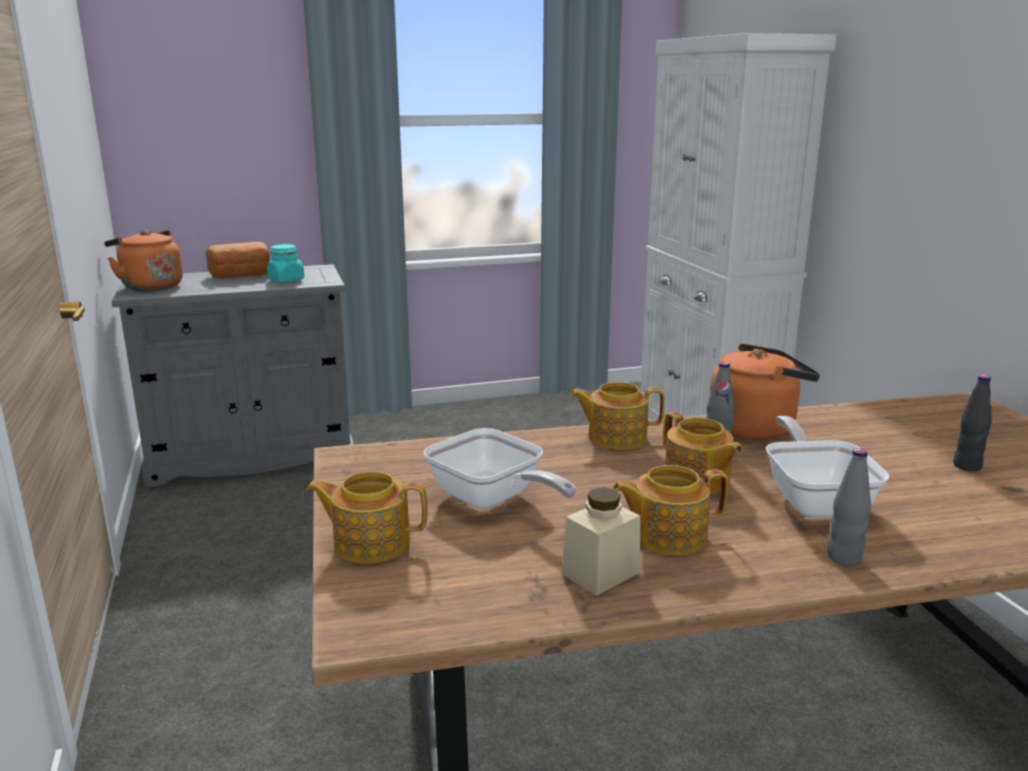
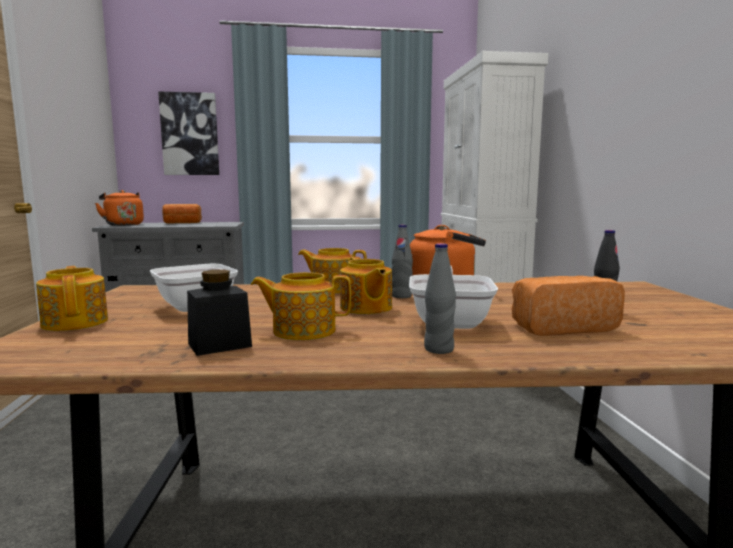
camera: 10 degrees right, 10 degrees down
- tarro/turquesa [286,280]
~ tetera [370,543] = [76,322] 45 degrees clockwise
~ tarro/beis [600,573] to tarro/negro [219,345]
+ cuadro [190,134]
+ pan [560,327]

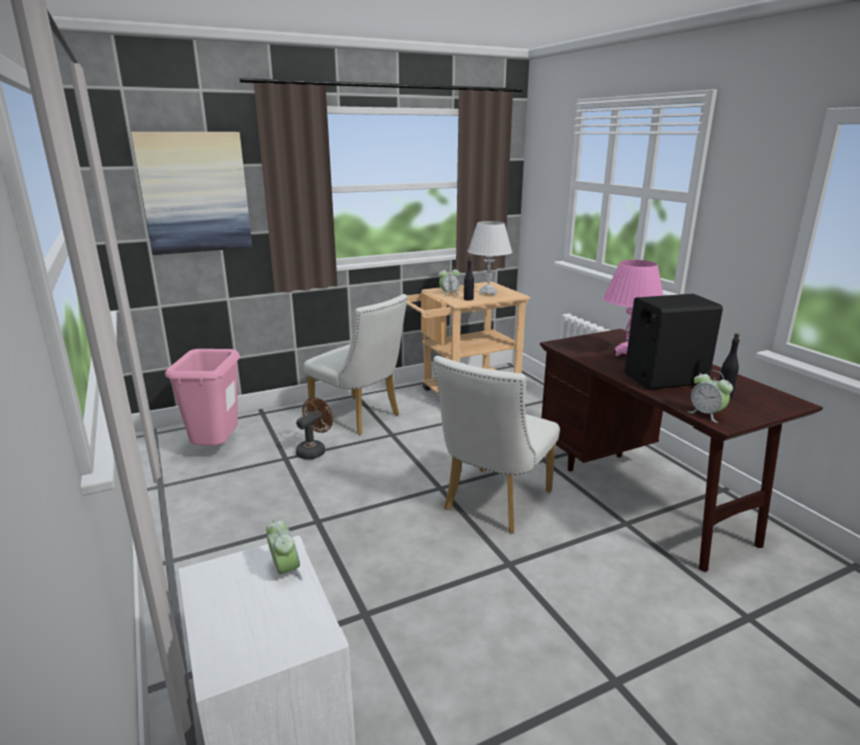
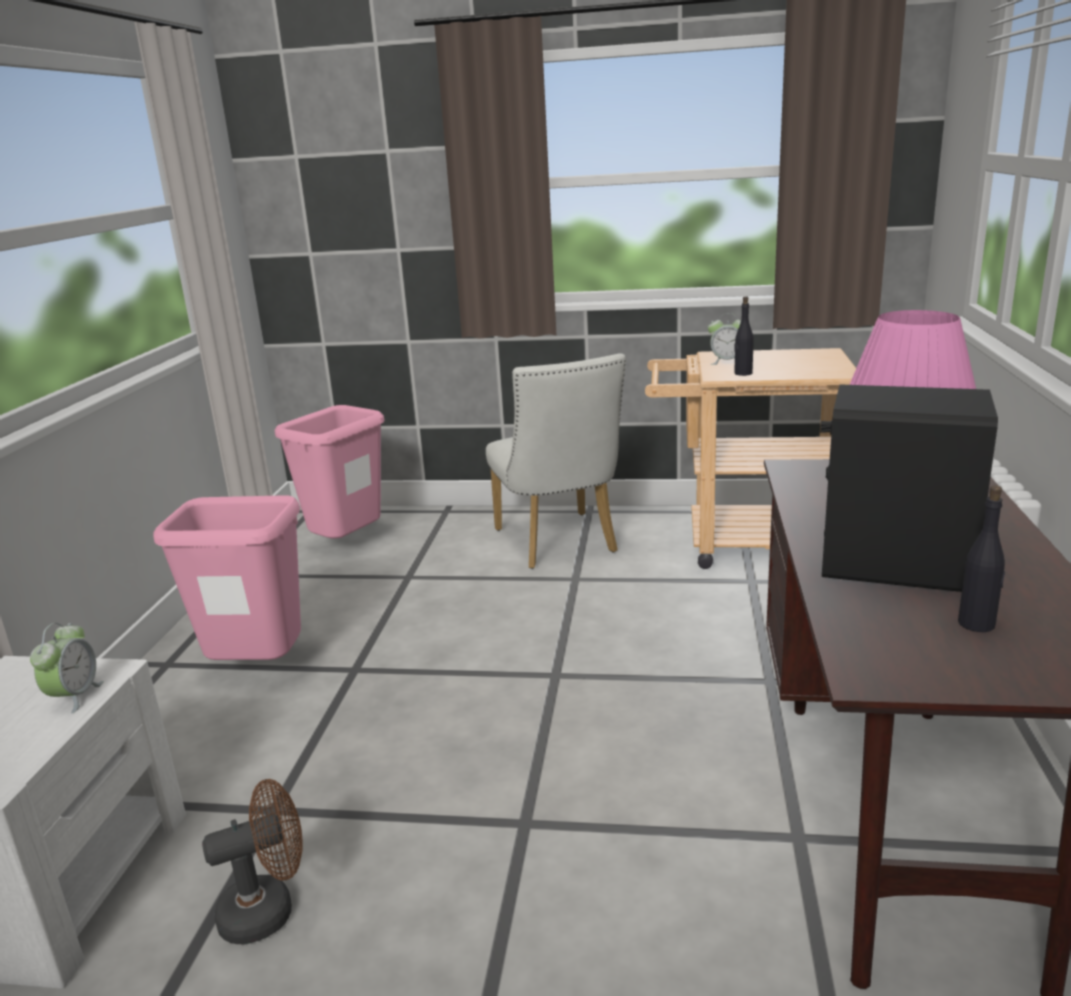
camera: 35 degrees right, 0 degrees up
- cuadro [195,193]
~ ventilador/marrón [314,450] to [268,910]
- silla/blanco [493,504]
- lámpara de mesa/blanco [488,293]
- despertador [706,414]
+ papelera/rosa [260,672]

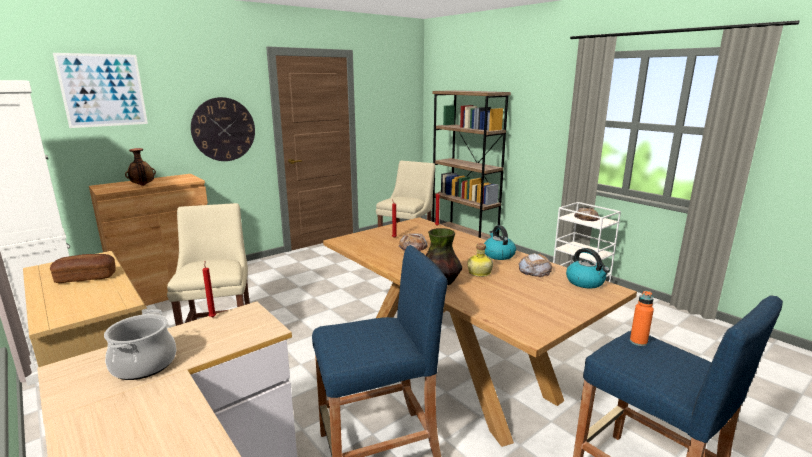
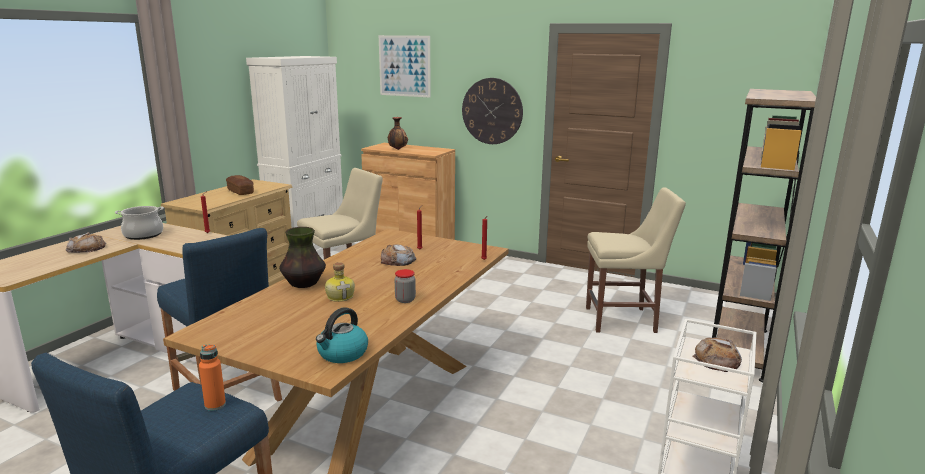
camera: 65 degrees right, 0 degrees up
~ hervidor [498,255] to tarro [405,300]
~ pan [534,270] to [86,248]

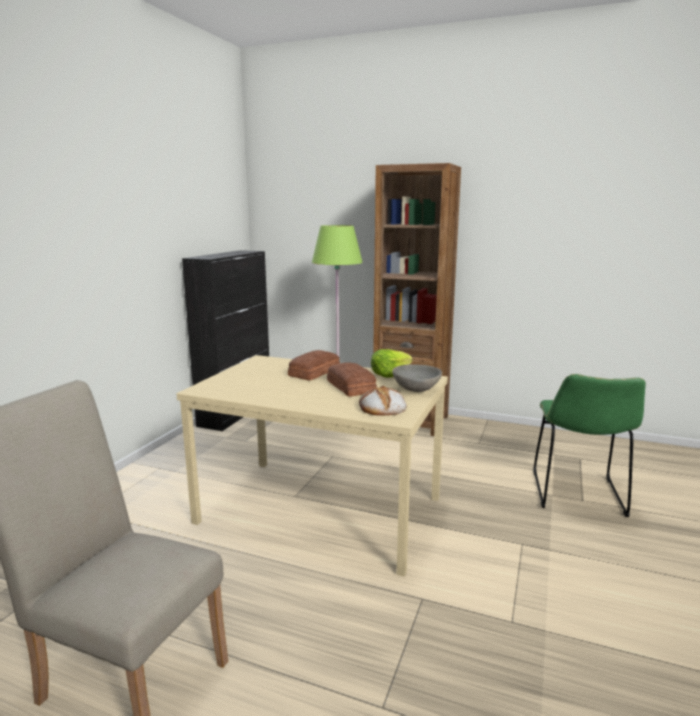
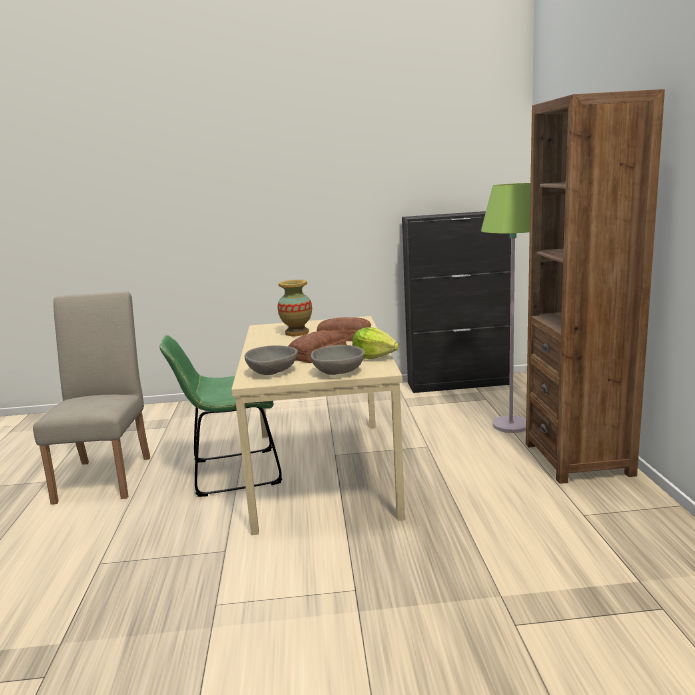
camera: 65 degrees right, 0 degrees up
~ pan [382,408] to cuenco/gris [272,372]
~ silla/verde [578,496] to [230,473]
+ florero [297,333]

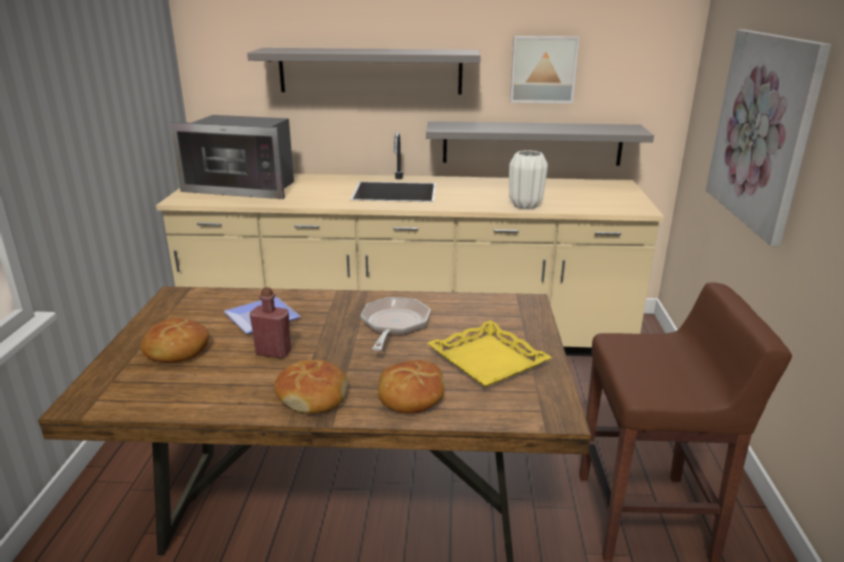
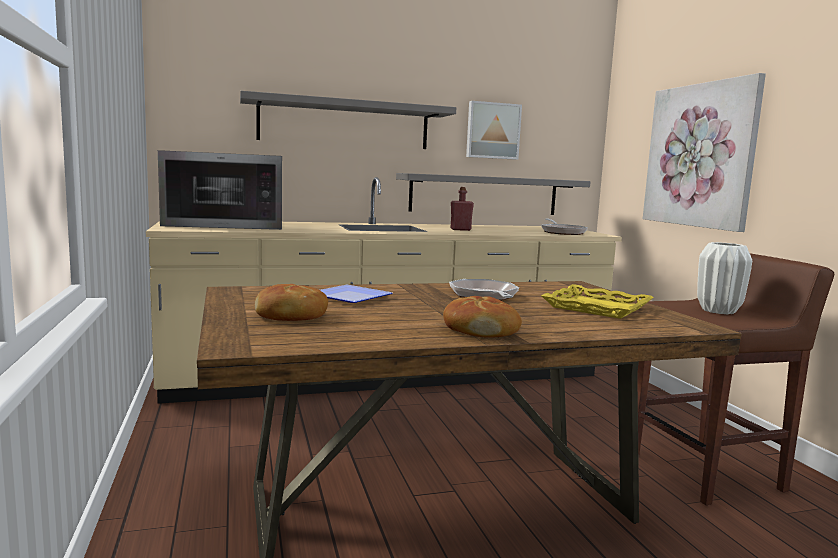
camera: 20 degrees left, 15 degrees down
~ botella/rojo [273,352] to [460,229]
- pan [411,396]
~ florero/blanco [525,206] to [717,311]
+ sartén [562,232]

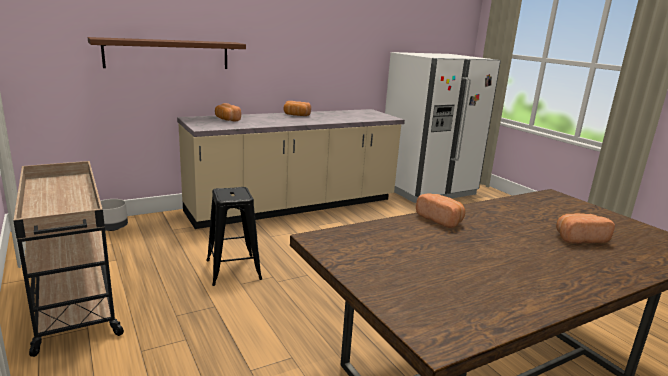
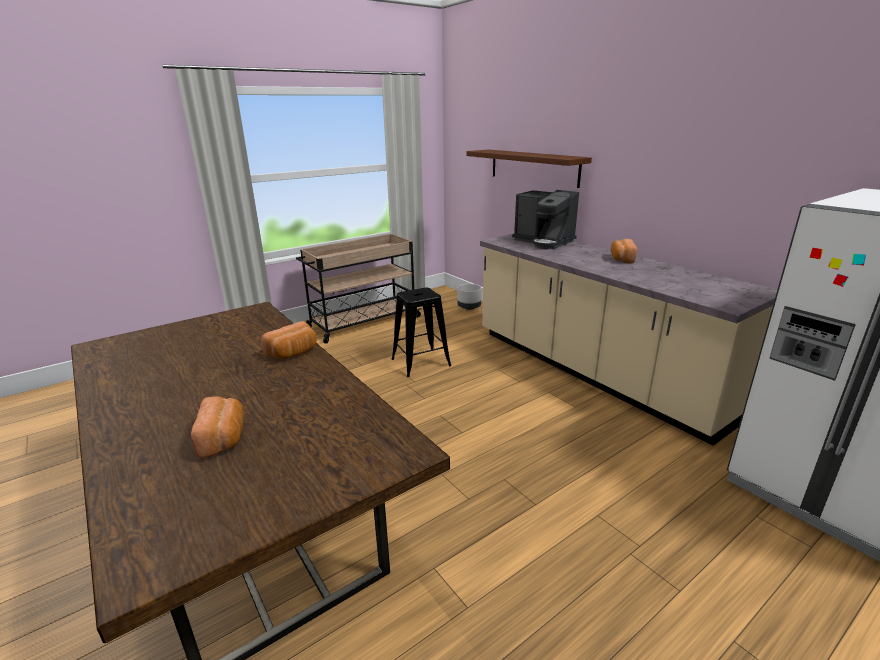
camera: 85 degrees right, 5 degrees up
~ pan [226,119] to cafetera [544,242]

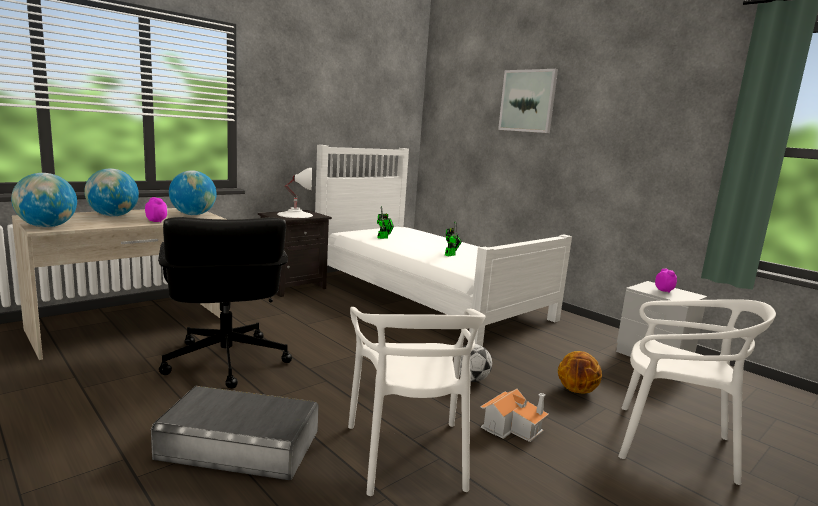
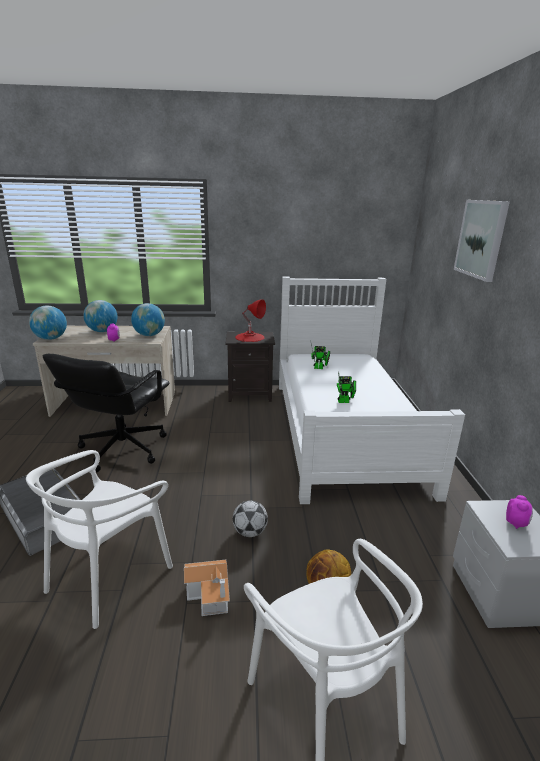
camera: 40 degrees right, 10 degrees up
~ lámpara de mesa/blanco [295,214] to lámpara de mesa/rojo [250,337]

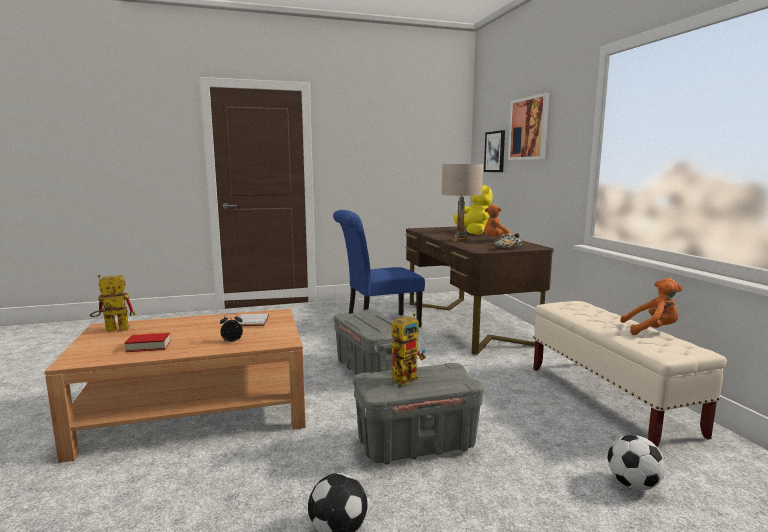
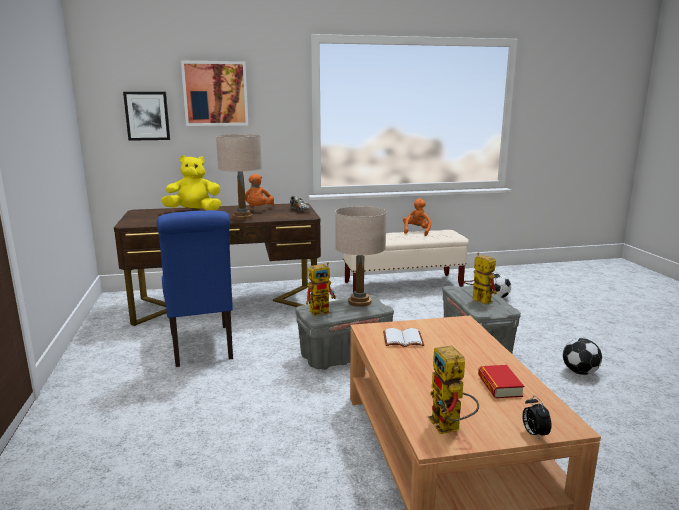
camera: 85 degrees left, 5 degrees up
~ despertador [232,340] to [534,434]
+ robot de juguete [322,310]
+ lámpara de mesa/beis [359,302]

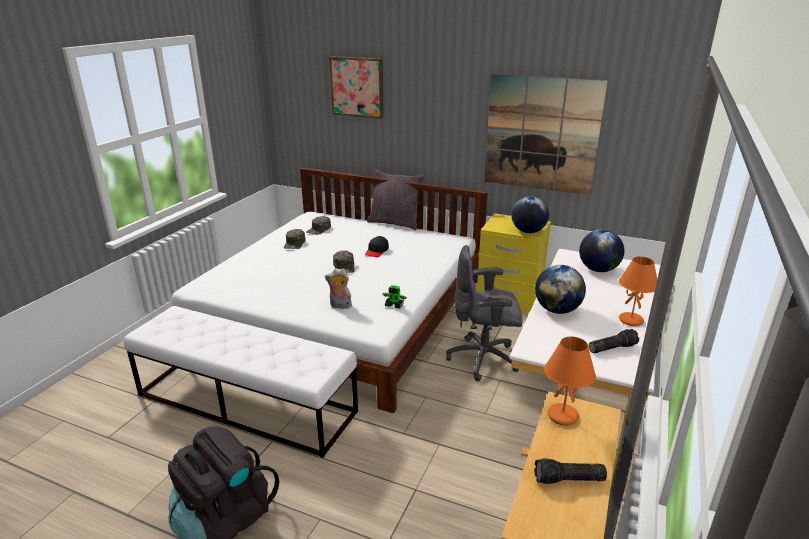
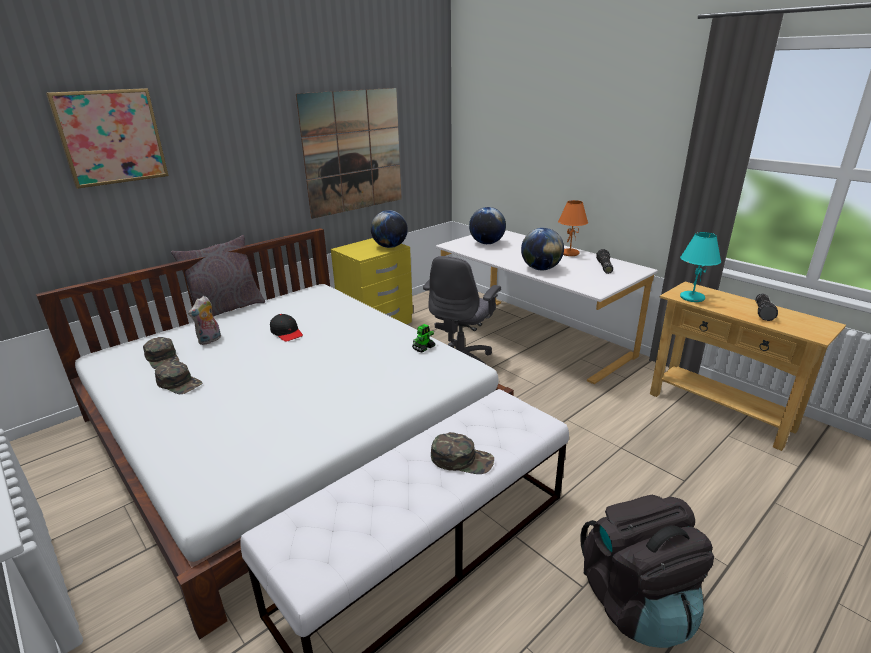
camera: 65 degrees left, 0 degrees up
~ peluche [340,306] to [210,340]
~ gorra/verde [344,266] to [462,459]
~ lámpara de mesa/naranja [563,416] to lámpara de mesa/turquesa [692,297]

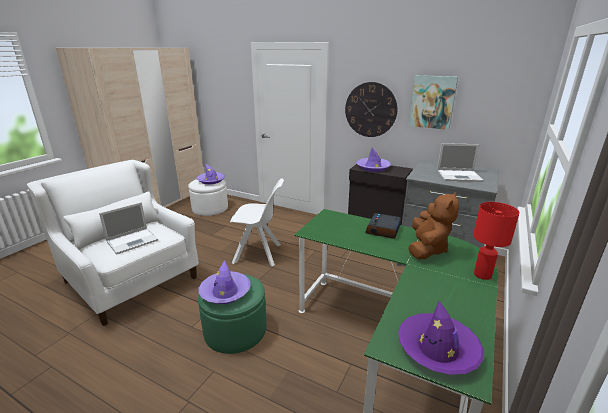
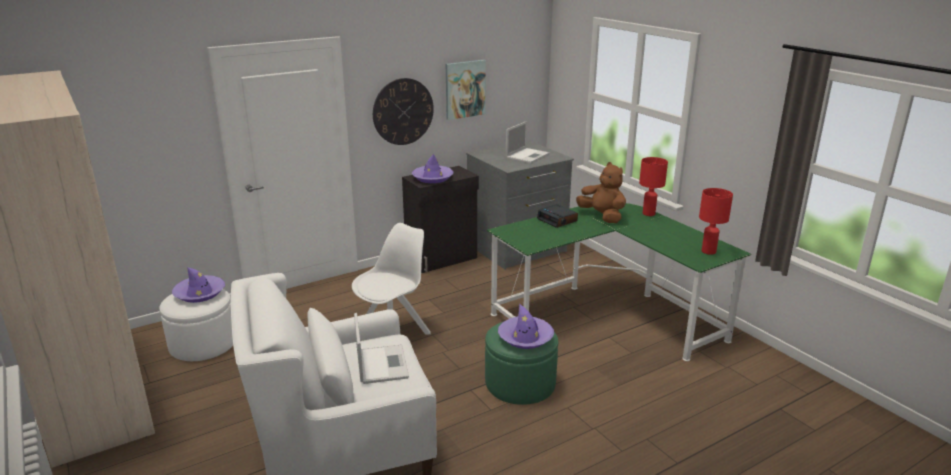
camera: 60 degrees left, 0 degrees up
~ sombrero/morado [438,349] to lámpara de mesa/rojo [709,251]

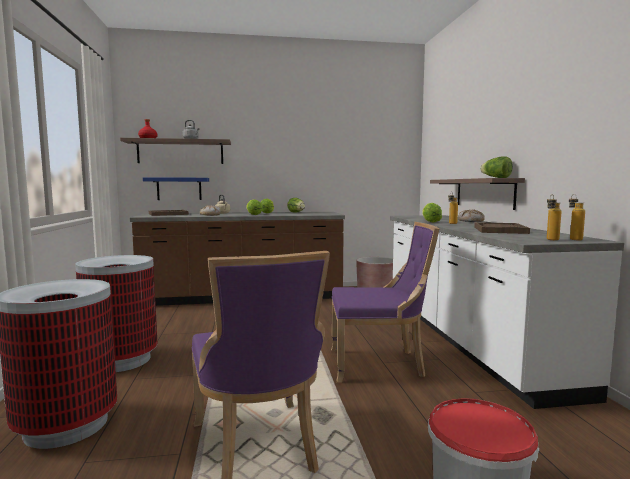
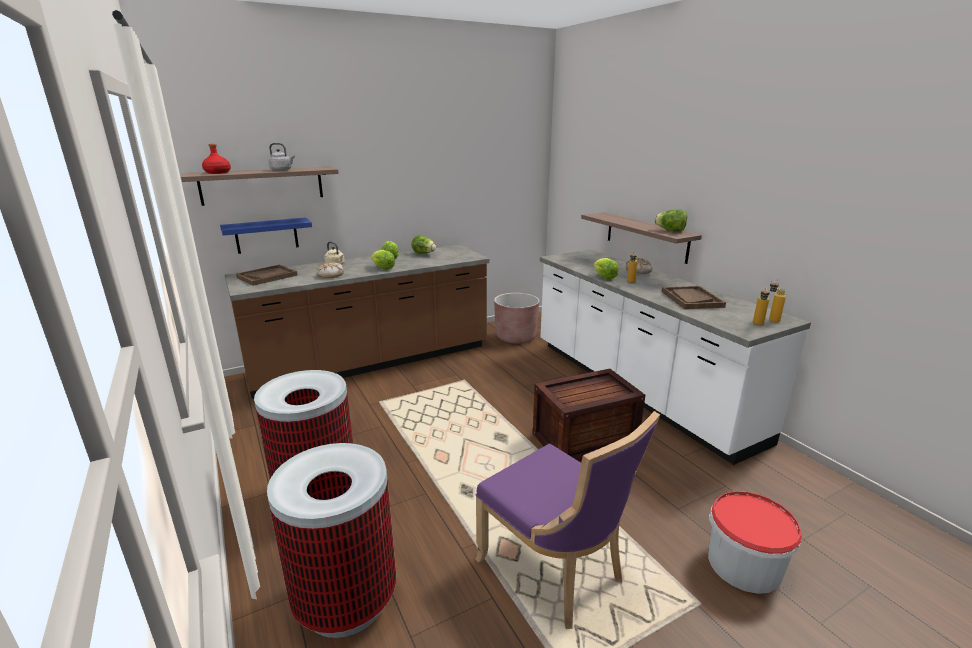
camera: 20 degrees left, 15 degrees up
~ silla/morado [379,364] to caja de embalaje [585,439]

